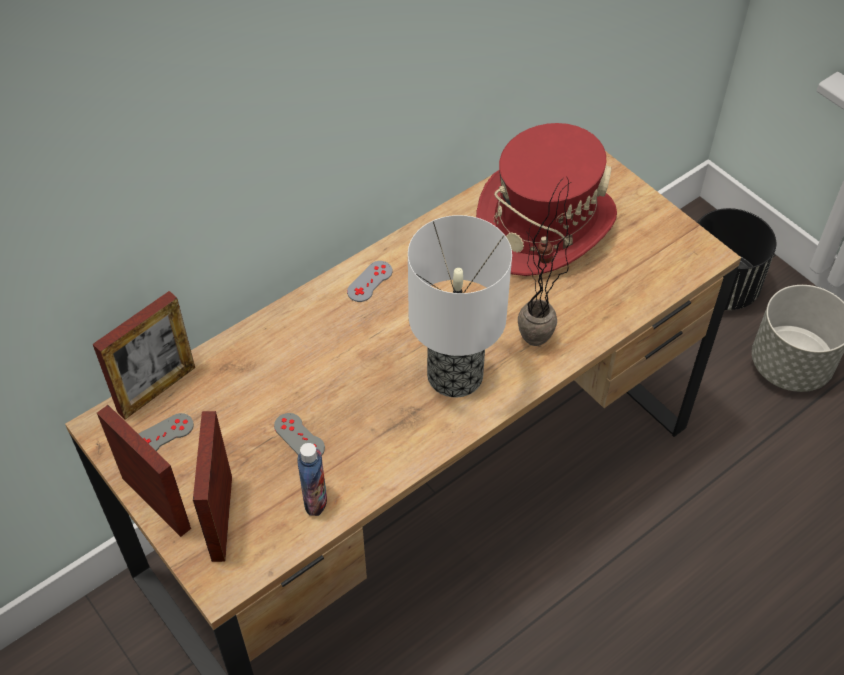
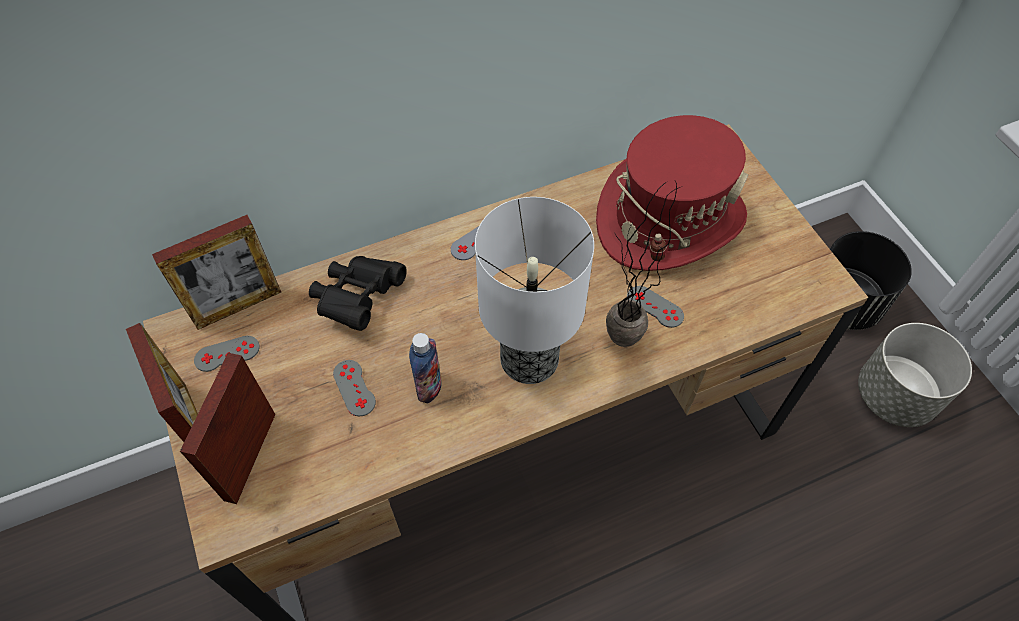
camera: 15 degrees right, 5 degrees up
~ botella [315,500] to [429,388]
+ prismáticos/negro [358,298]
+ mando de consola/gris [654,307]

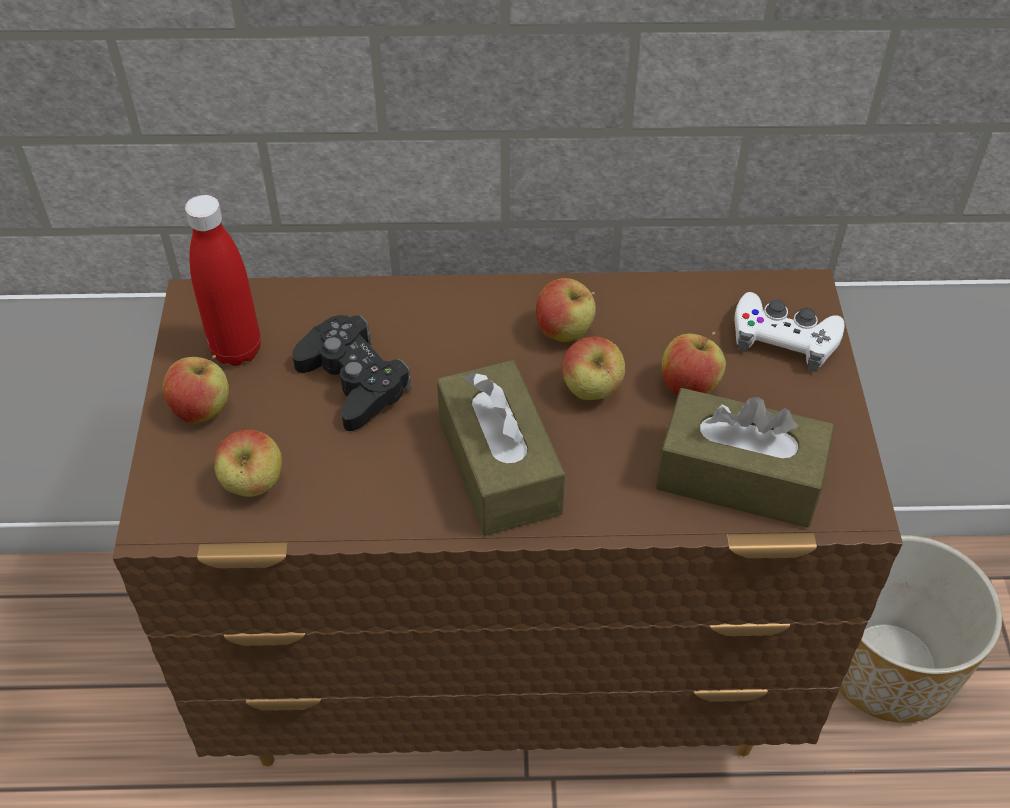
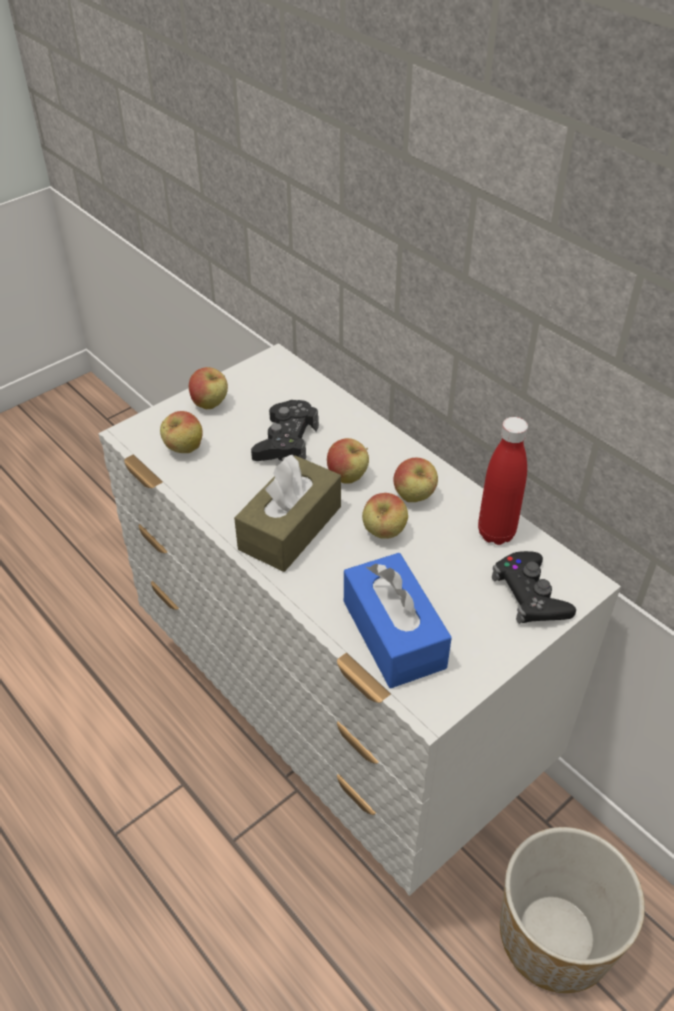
camera: 50 degrees right, 5 degrees down
~ cómoda/marrón [509,674] to cómoda/blanco [339,722]
~ botella/rojo [236,350] to [496,533]
~ caja de pañuelos/marrón [739,477] to caja de pañuelos/azul [393,634]
~ manzana [689,387] to [347,478]
~ mando de consola/blanco [784,338] to mando de consola/negro [530,595]

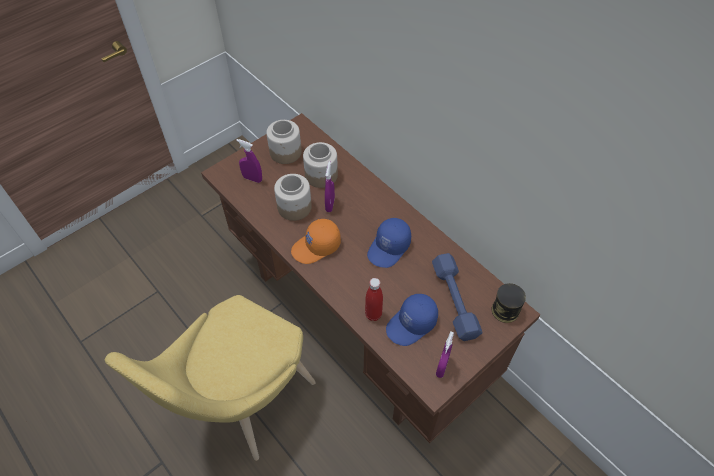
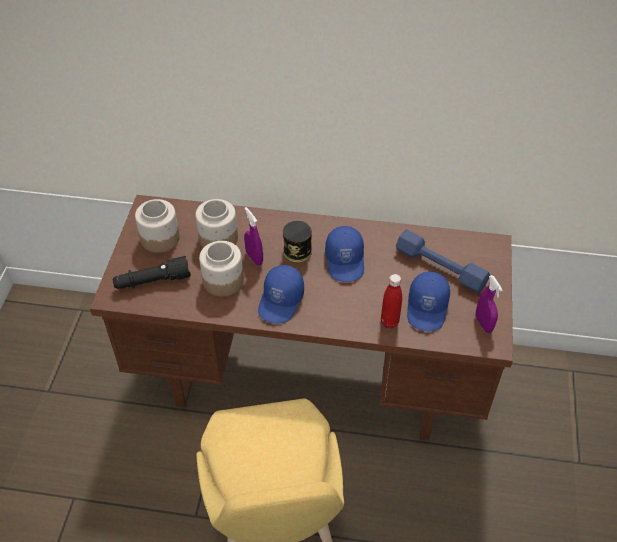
camera: 40 degrees left, 5 degrees down
~ pulverizador/morado [252,179] to linterna/negro [152,281]
~ gorra/naranja [316,247] to gorra/azul [281,301]
~ lata [505,310] to [297,252]

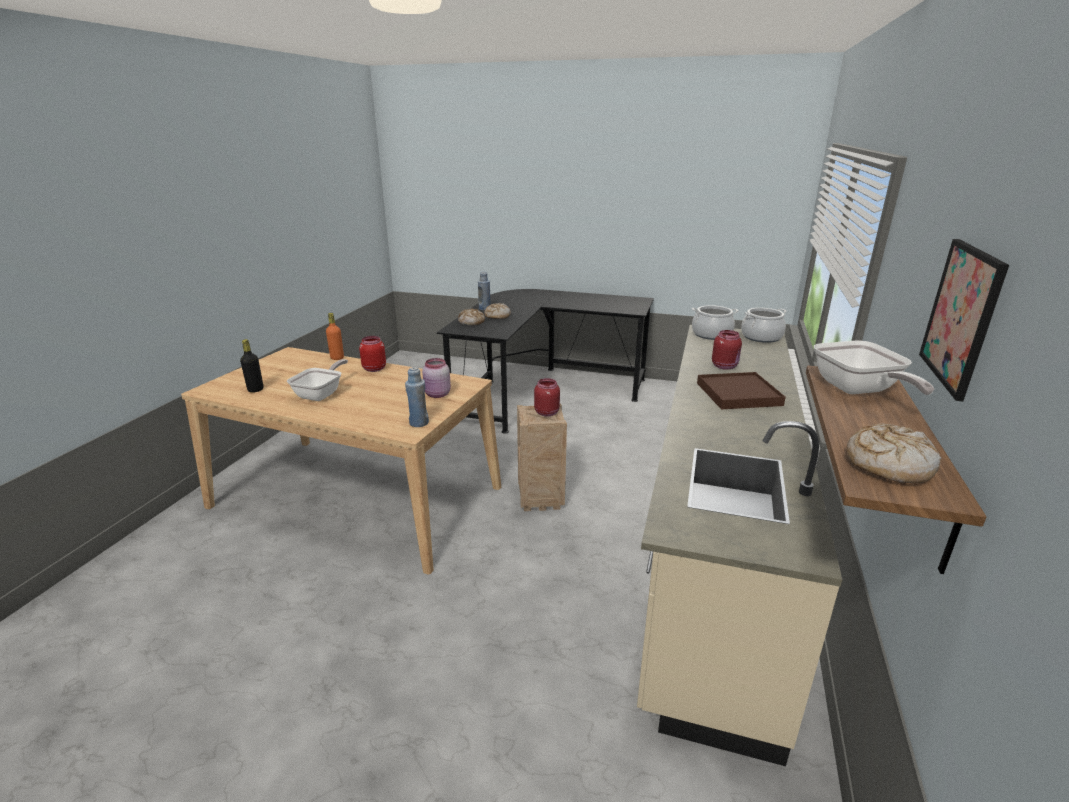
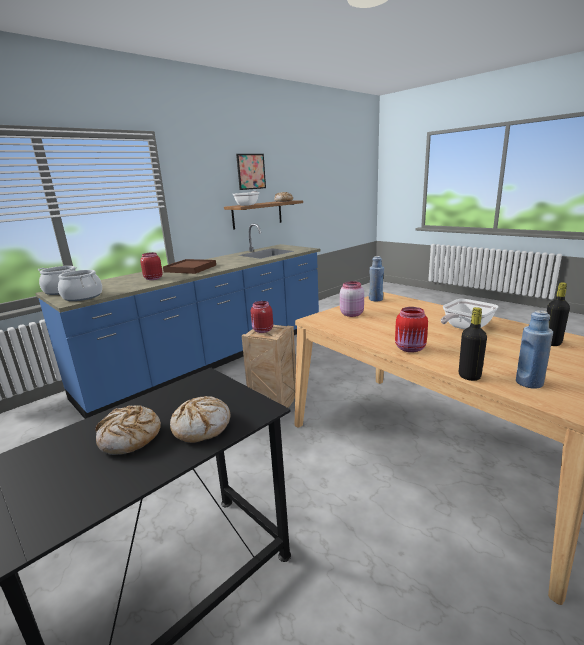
camera: 150 degrees left, 5 degrees down
~ botella/naranja [337,358] to botella/negro [469,376]
~ botella/azul [484,308] to [529,383]
~ mueble bajo de cocina/beis [713,547] to mueble bajo de cocina/azul [214,359]

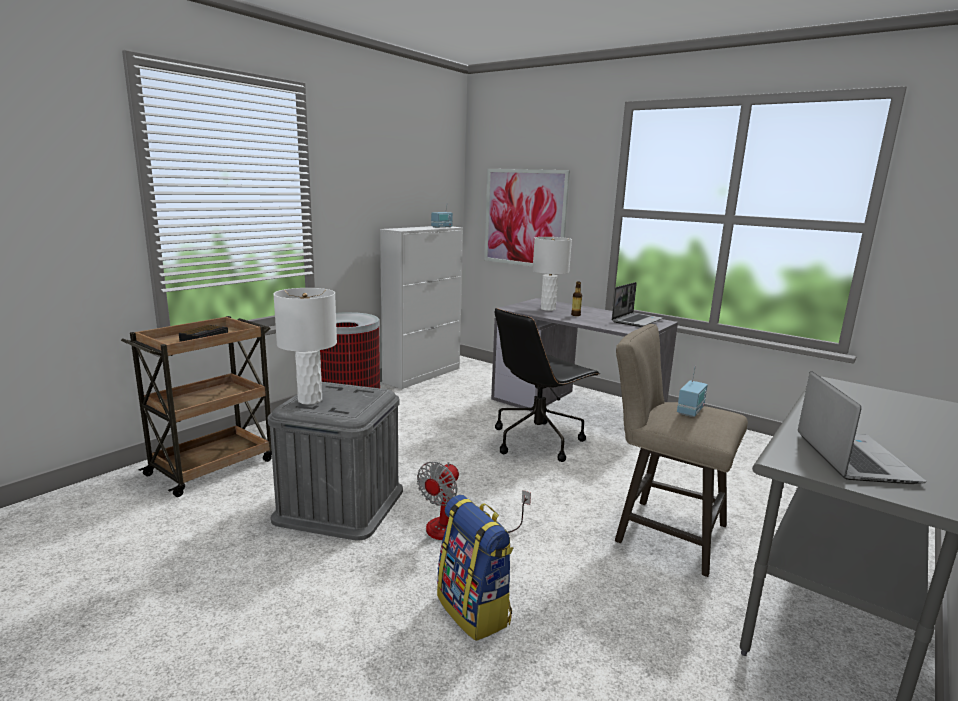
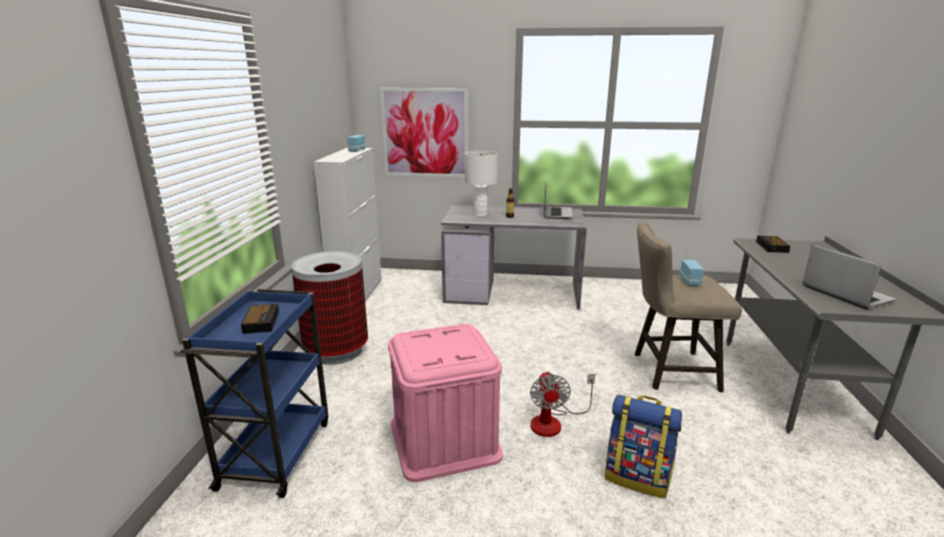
camera: 30 degrees left, 5 degrees up
~ carrito/marrón [213,466] to carrito/azul [277,452]
~ caja de almacenaje/gris [340,504] to caja de almacenaje/rosa [444,439]
- lámpara de mesa/blanco [309,400]
- silla de oficina/negro [538,440]
+ despertador [772,247]

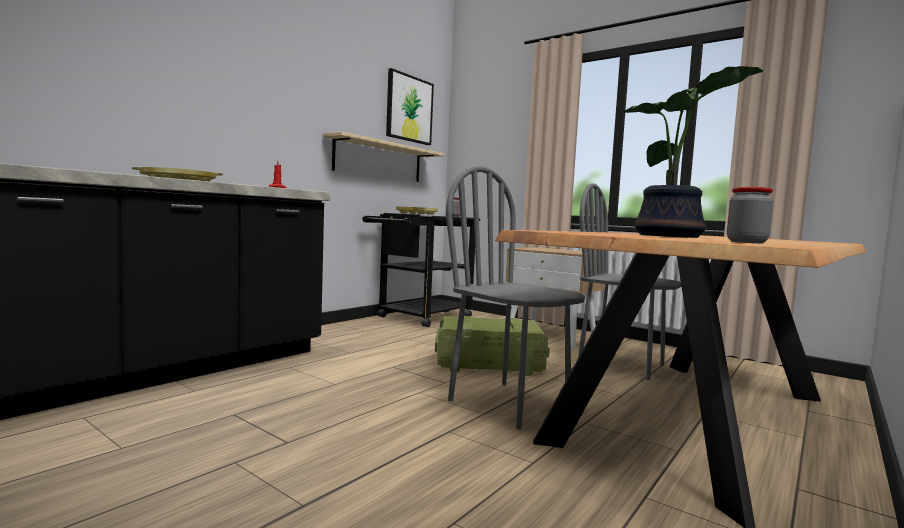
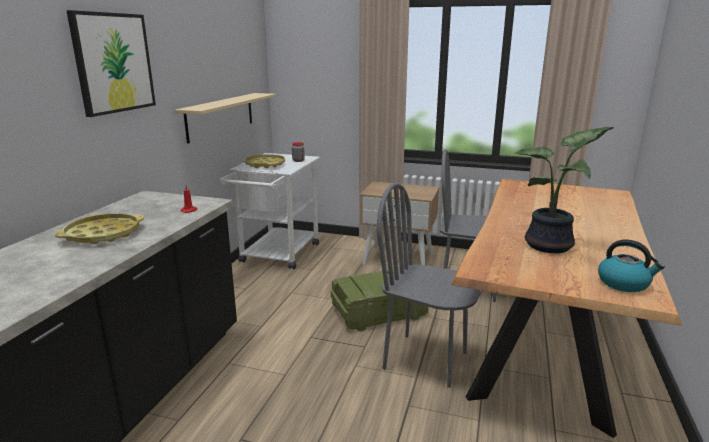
camera: 20 degrees left, 15 degrees up
~ carrito/negro [420,318] to carrito/blanco [277,256]
~ cuadro [409,109] to [113,63]
~ tarro [746,242] to hervidor [624,283]

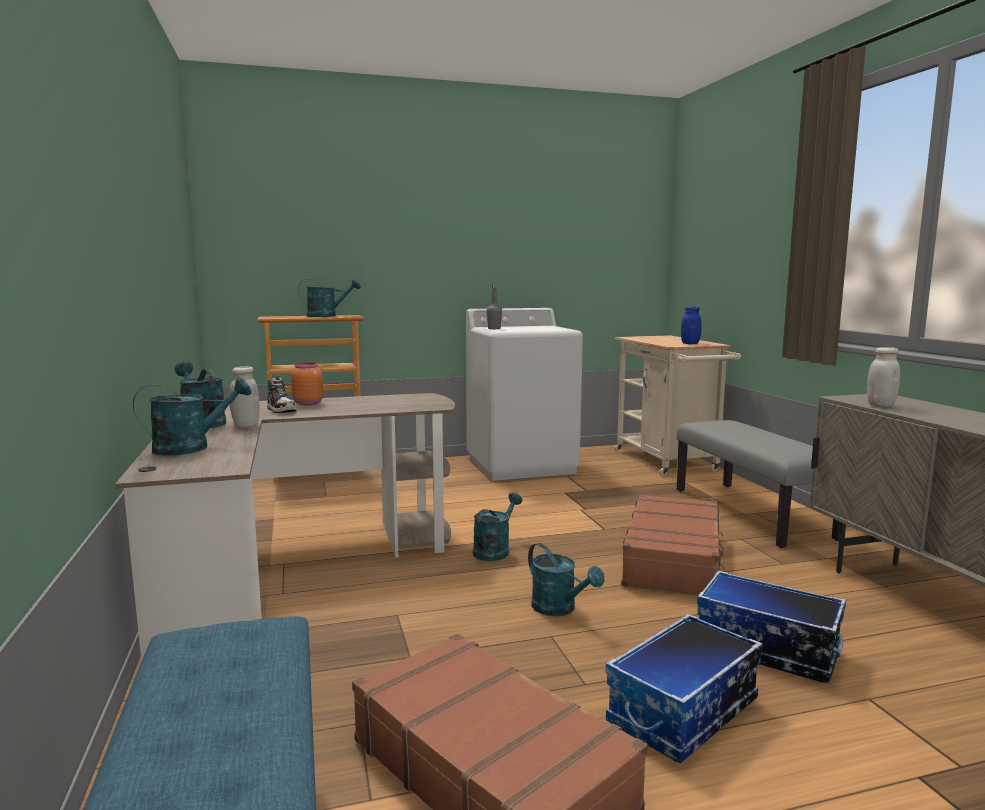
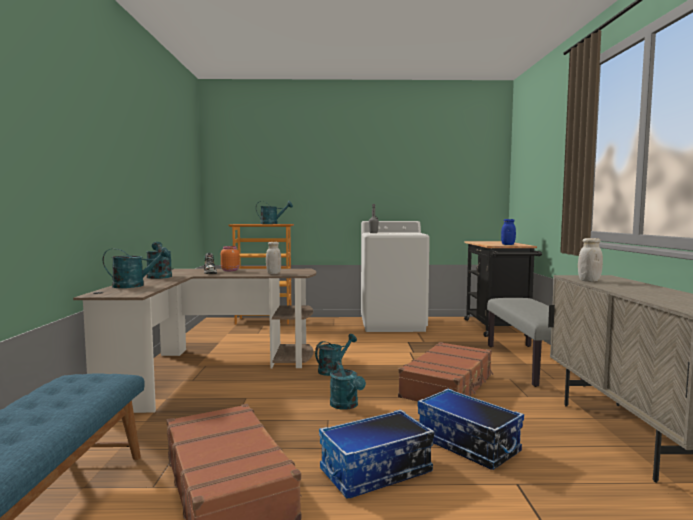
camera: 15 degrees right, 5 degrees down
~ tarro/blanco [246,425] to [273,273]
~ carrito/beis [668,462] to carrito/negro [497,329]

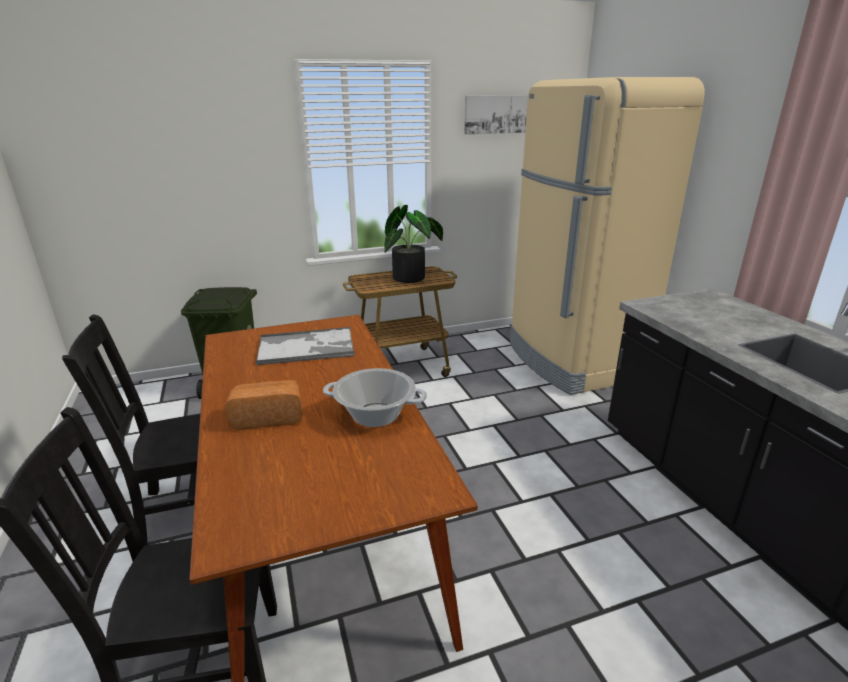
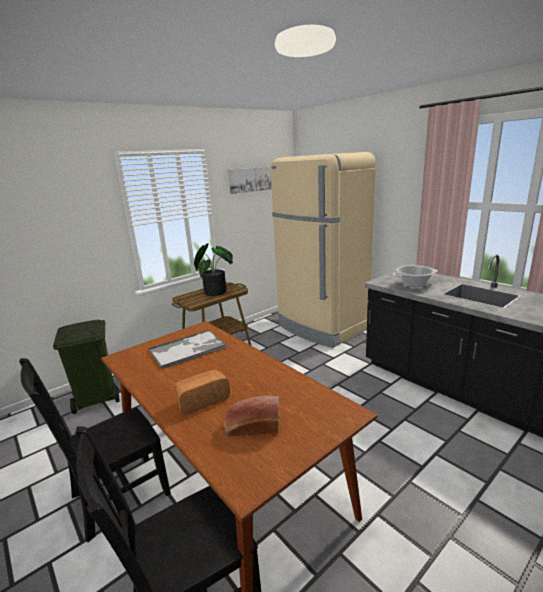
camera: 20 degrees left, 5 degrees down
~ olla [375,415] to [414,284]
+ pan [252,427]

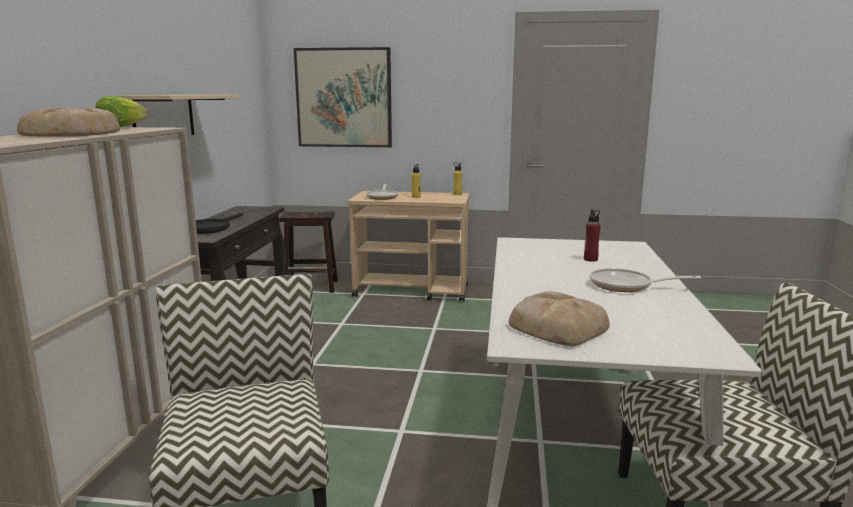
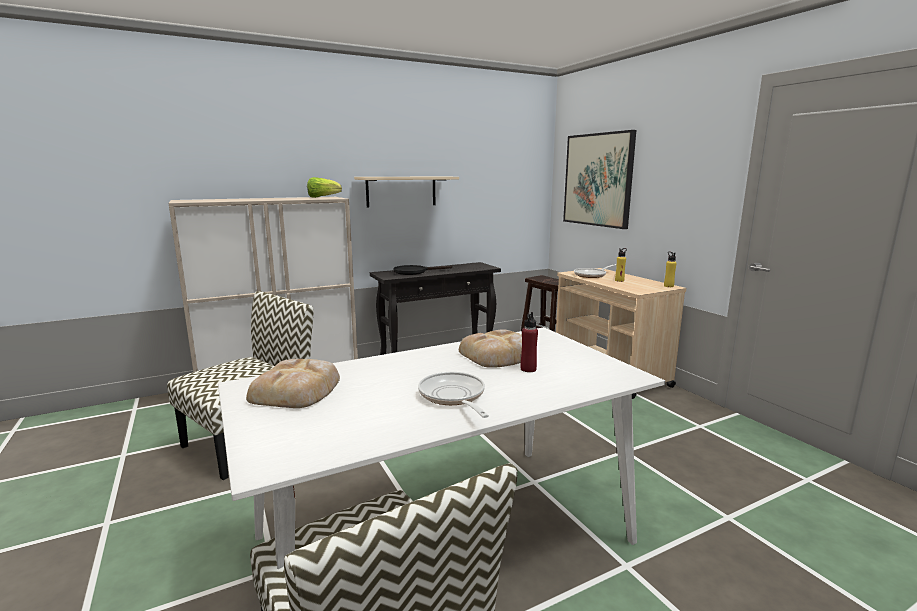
camera: 55 degrees right, 0 degrees up
~ pan [74,134] to [498,355]

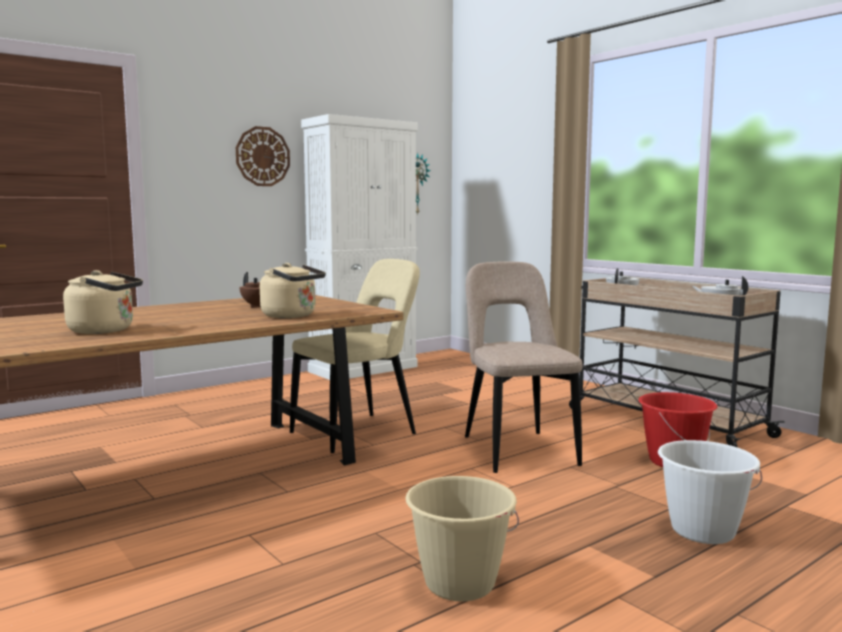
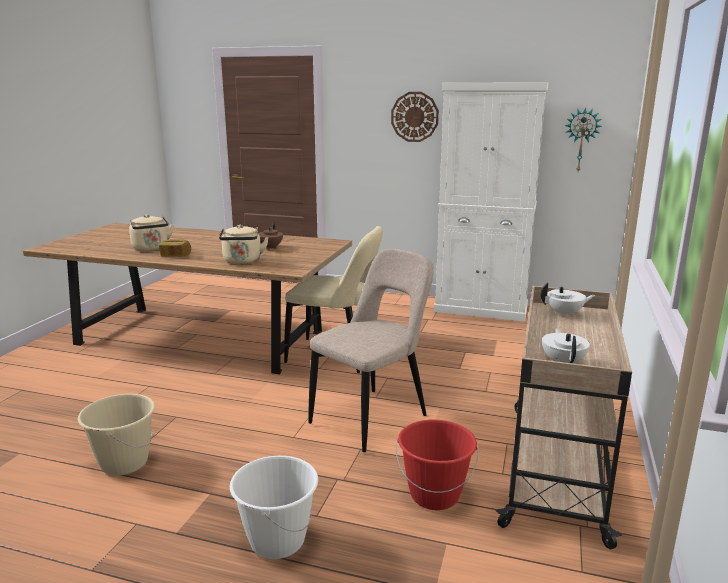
camera: 55 degrees right, 10 degrees up
+ pan [176,256]

